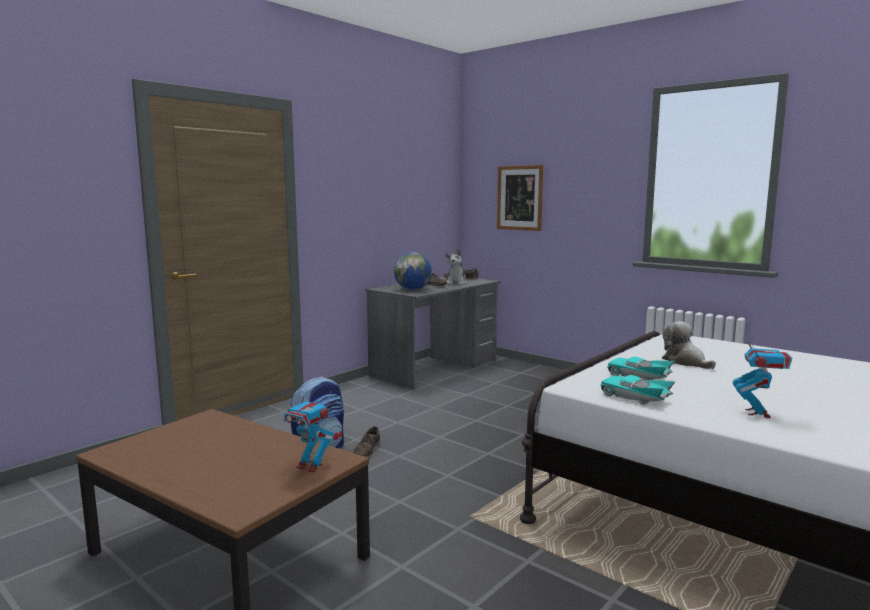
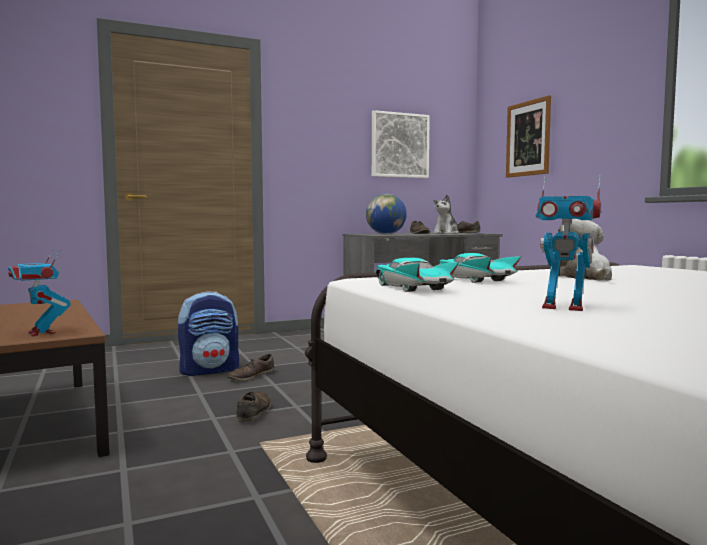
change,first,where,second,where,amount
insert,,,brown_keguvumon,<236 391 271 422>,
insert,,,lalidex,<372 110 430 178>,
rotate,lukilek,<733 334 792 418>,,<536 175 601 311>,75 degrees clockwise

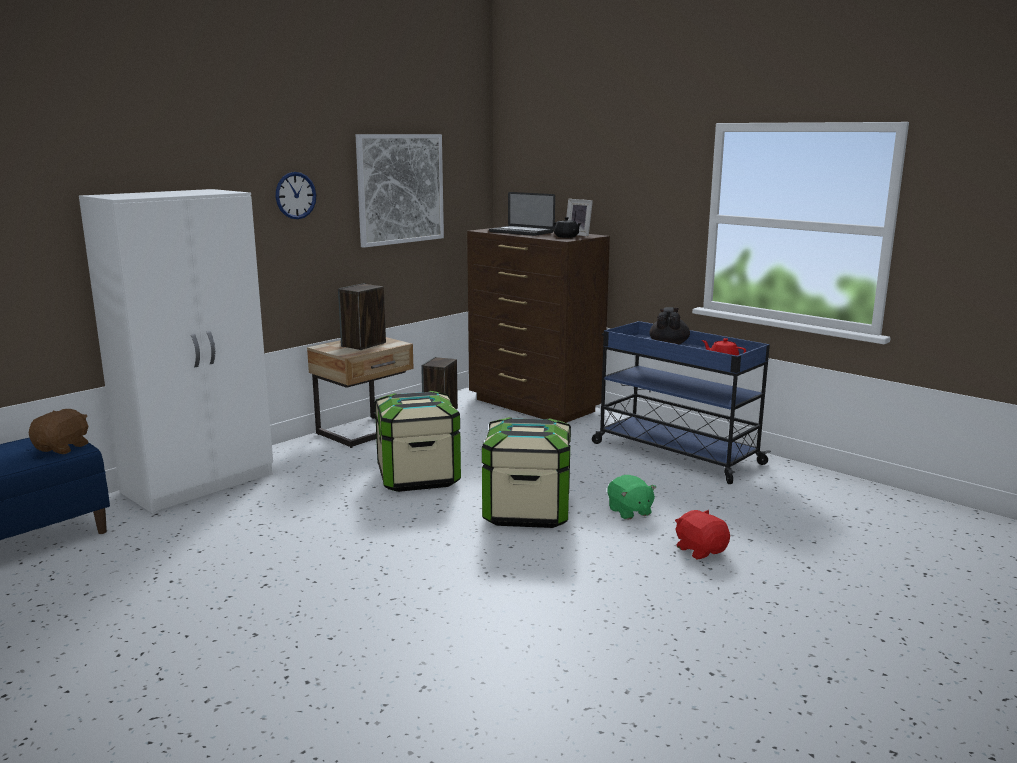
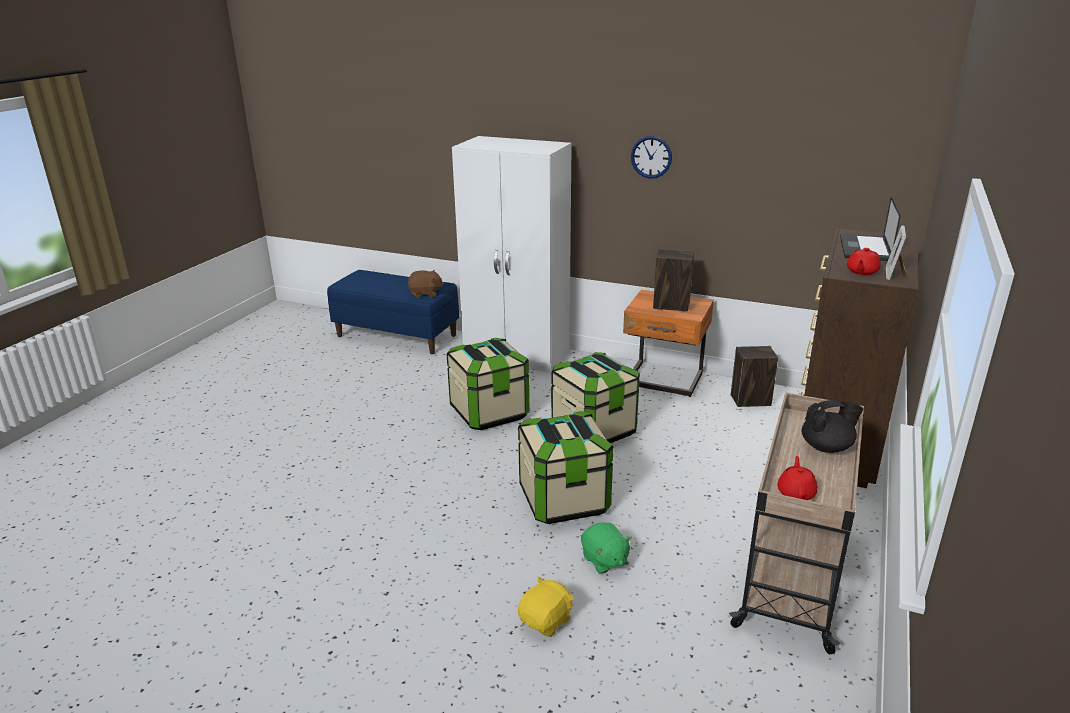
change,first,where,second,where,amount
insert,,,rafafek,<447 338 529 430>,
recolor,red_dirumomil,<675 510 730 559>,yellow_dirumomil,<518 577 574 637>,
rotate,green_dirumomil,<607 475 656 520>,,<581 522 632 574>,75 degrees counterclockwise
recolor,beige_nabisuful,<307 337 413 448>,orange_nabisuful,<623 290 714 397>,
recolor,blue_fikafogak,<592 321 771 484>,beige_fikafogak,<729 392 864 654>,
recolor,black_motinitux,<553 217 582 238>,red_motinitux,<847 248 881 275>,
delete,lalidex,<356 134 444 248>,,,

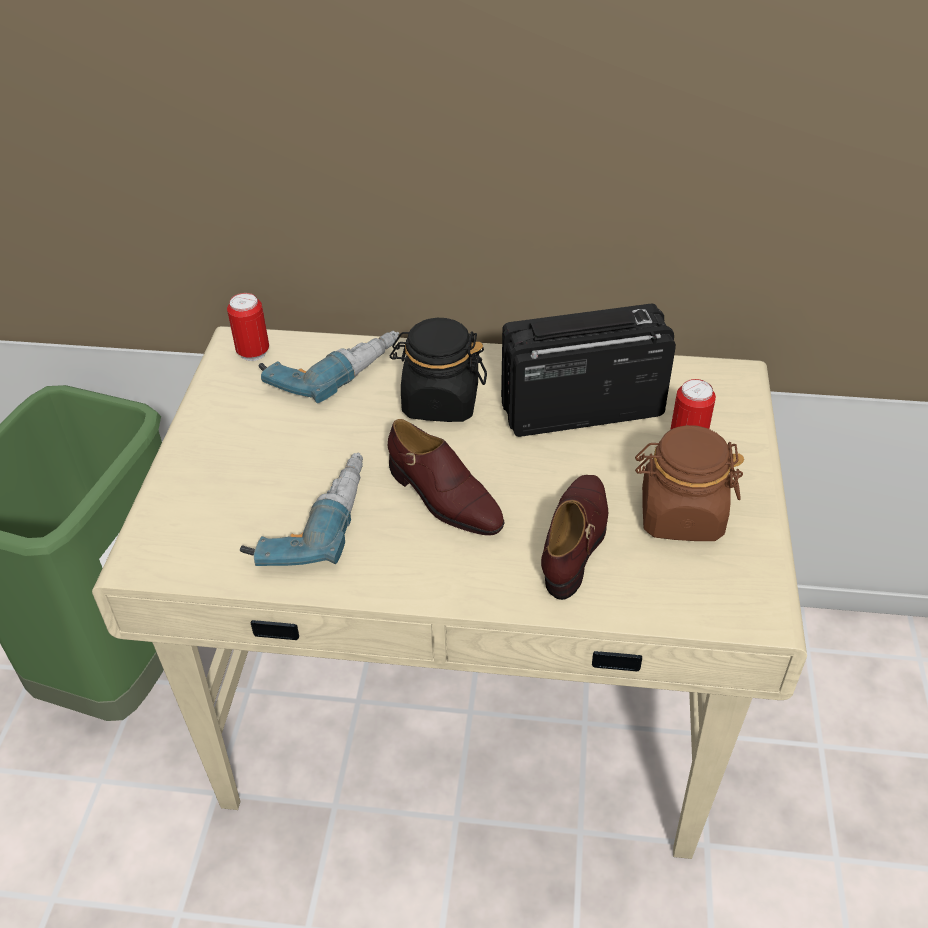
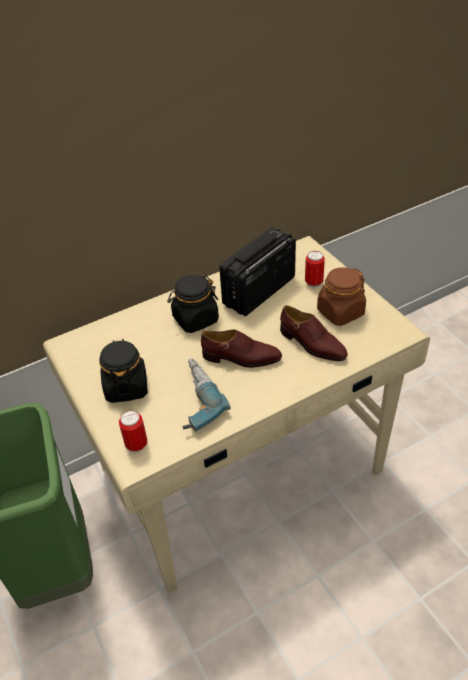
change,first,where,second,where,amount
insert,,,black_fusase,<99 339 148 403>,
move,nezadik,<227 293 269 361>,,<119 410 147 452>,
rotate,brown_keguvumon,<541 475 608 600>,,<280 305 348 361>,150 degrees clockwise
delete,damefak,<259 331 399 403>,,,

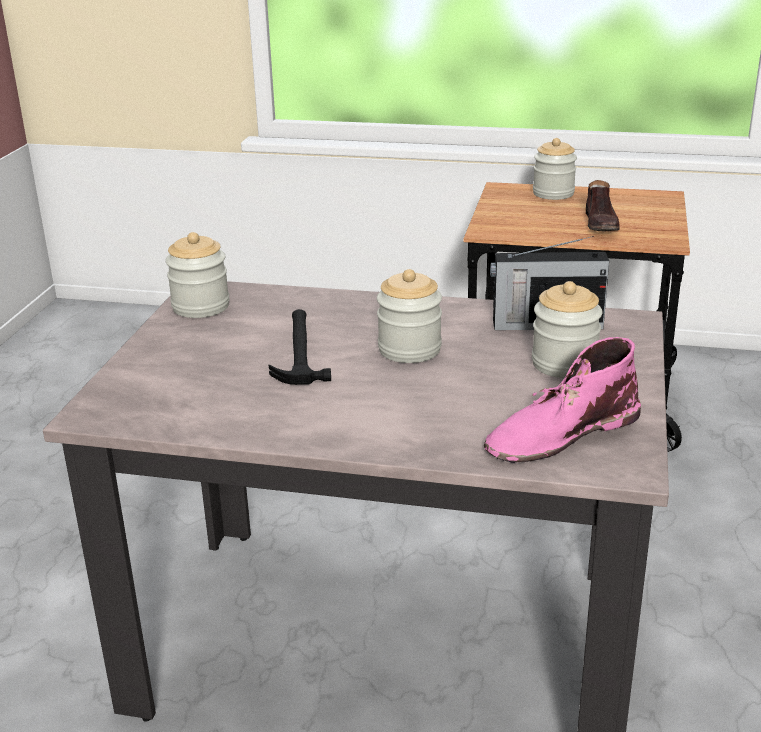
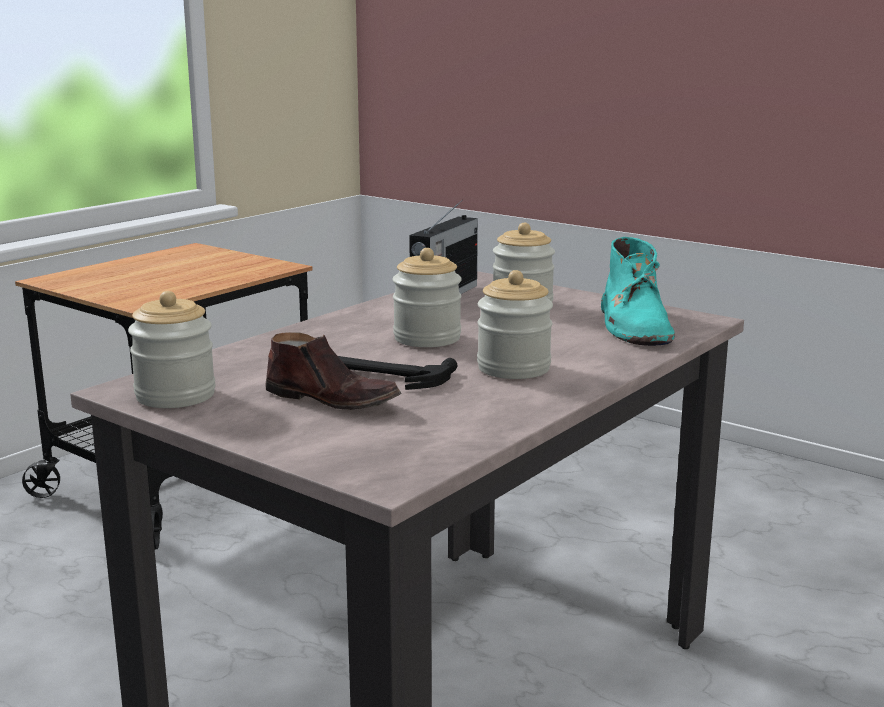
change,first,where,second,where,amount
move,brown_keguvumon,<586 180 619 231>,,<266 332 401 410>,
move,fusase,<533 138 577 200>,,<477 270 553 379>,
recolor,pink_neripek,<484 337 641 463>,turquoise_neripek,<601 237 675 346>,

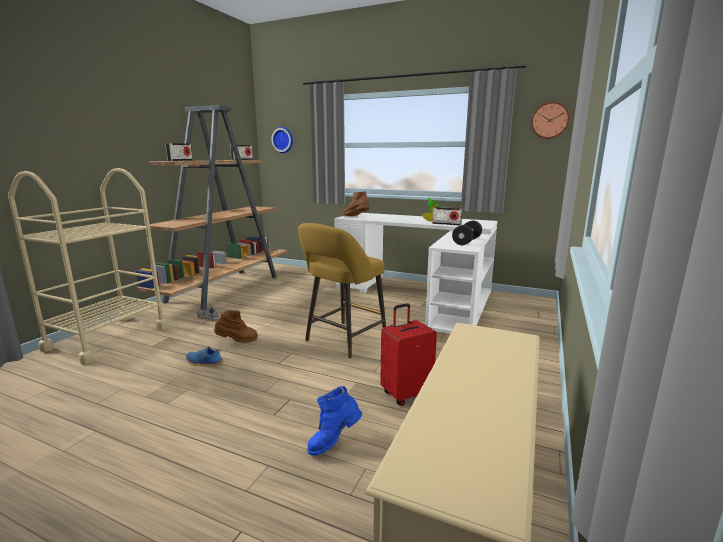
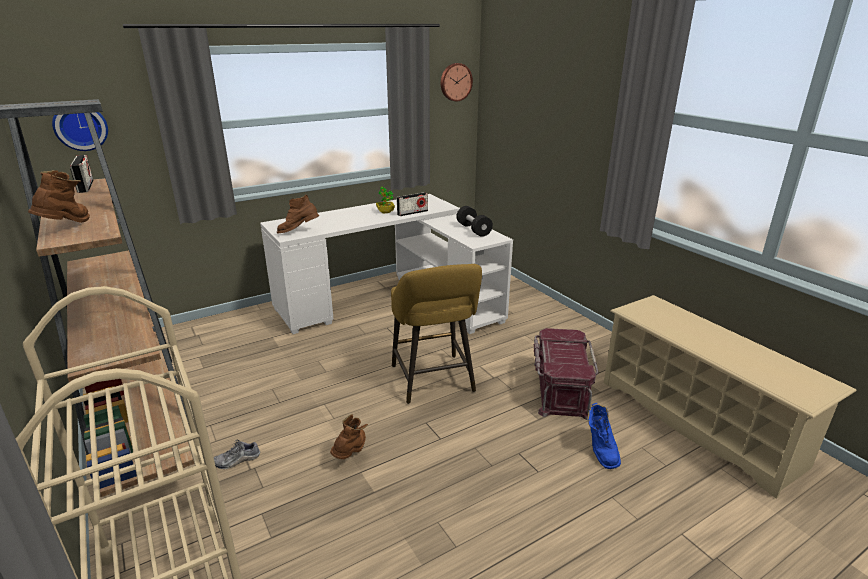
change,first,where,second,where,amount
replace,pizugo,<165 143 193 161>,brown_neripek,<28 170 90 223>,
replace,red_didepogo,<380 303 437 406>,red_rafafek,<534 328 599 420>,
delete,blue_keguvumon,<186 346 223 366>,,,

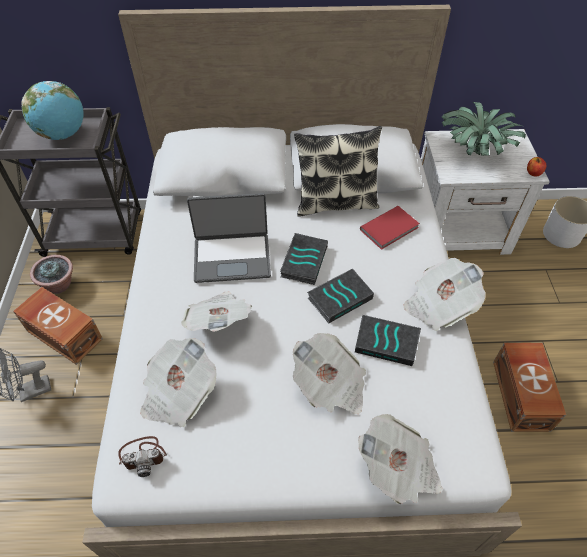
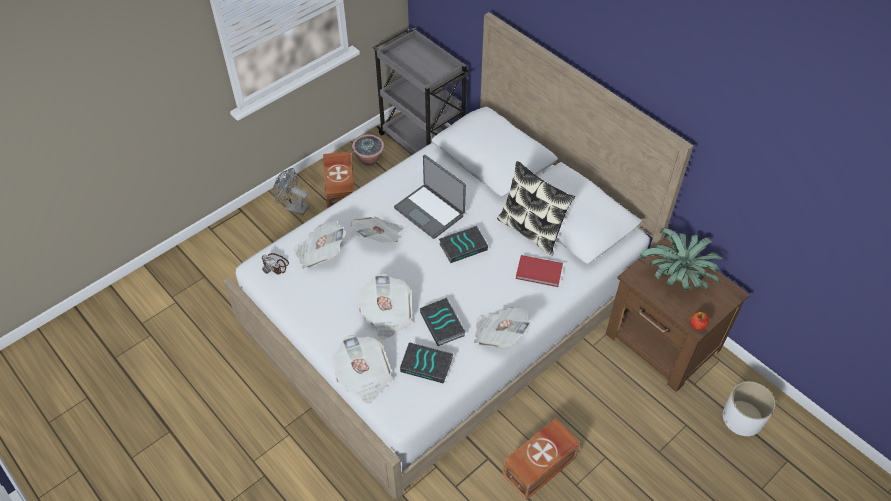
change,first,where,second,where,amount
move,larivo,<307 268 374 323>,,<400 342 453 384>,
recolor,white_nabisuful,<421 129 549 255>,brown_nabisuful,<606 237 750 392>,
delete,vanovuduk,<21 81 84 140>,,,

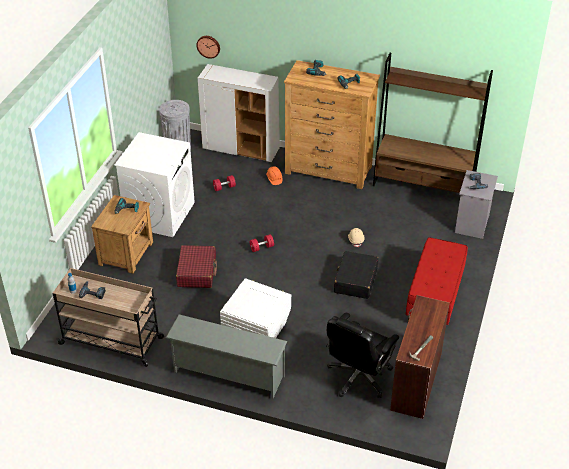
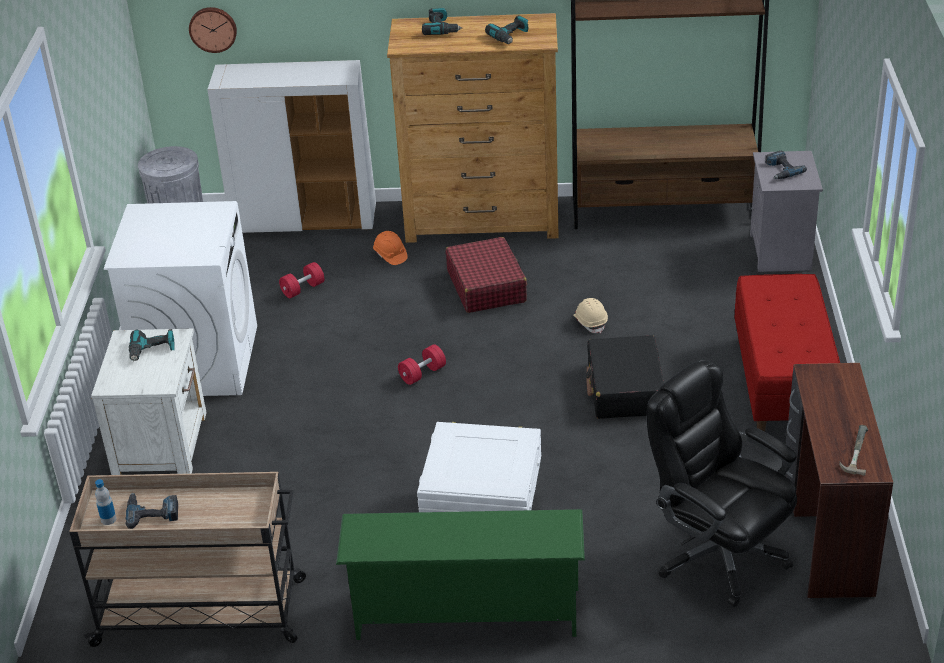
change,first,where,second,where,amount
recolor,brown_nabisuful,<91 195 153 274>,white_nabisuful,<91 328 207 475>,
recolor,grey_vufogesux,<166 314 287 399>,green_vufogesux,<336 509 585 640>,
move,red_didepogo,<176 245 217 288>,,<445 237 527 313>,
rotate,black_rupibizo,<326 313 399 398>,,<647 360 797 607>,120 degrees clockwise

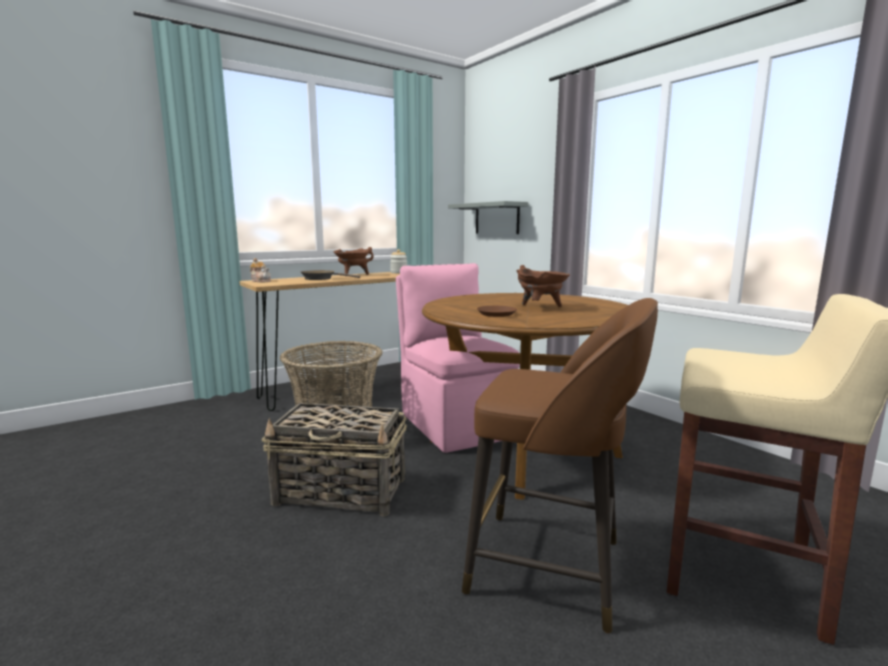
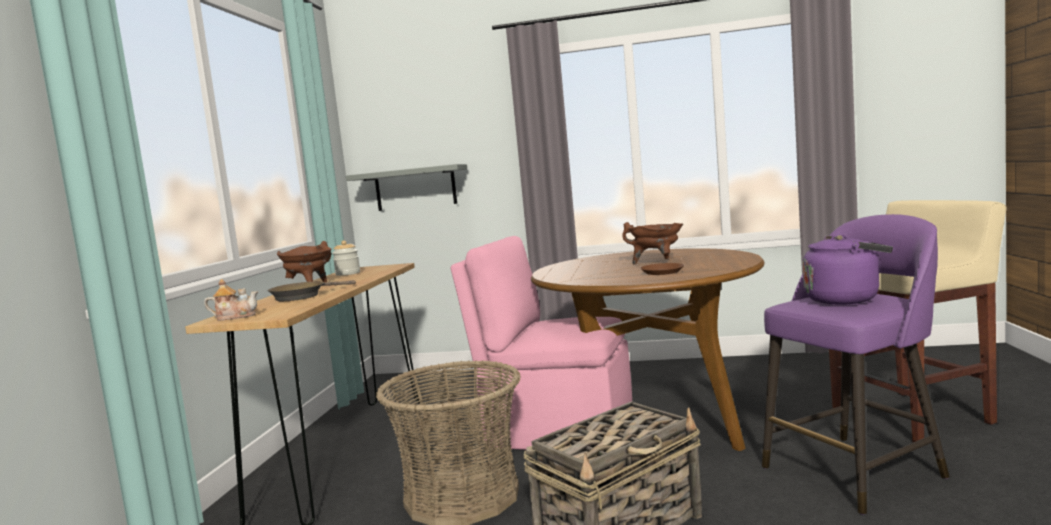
change,first,where,second,where,amount
recolor,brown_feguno,<462 298 658 633>,purple_feguno,<762 214 950 515>,
insert,,,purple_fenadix,<803 234 893 305>,

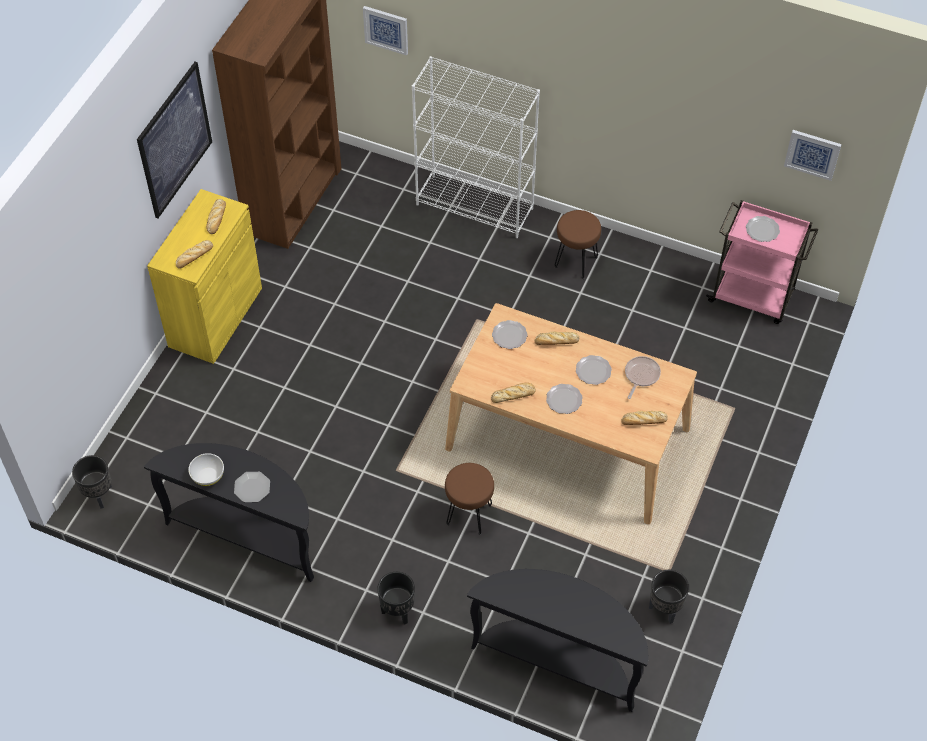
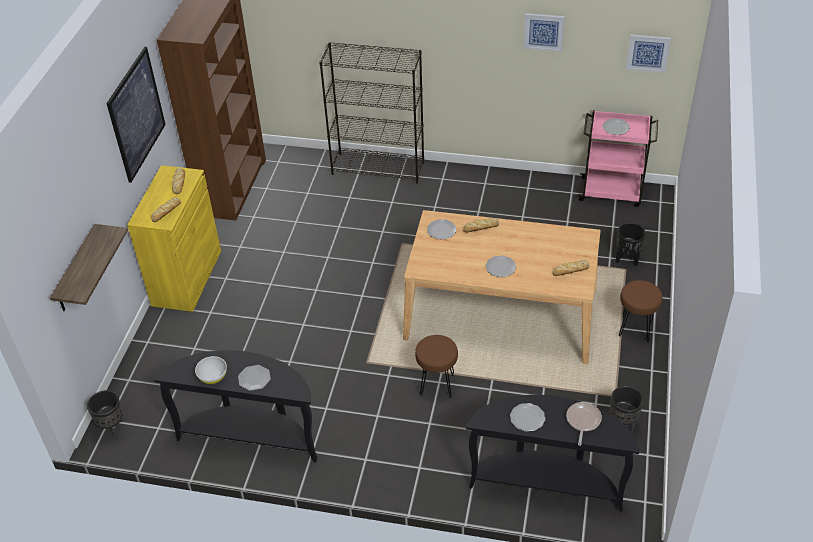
change,first,where,second,where,amount
insert,,,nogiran,<50 224 128 311>,
recolor,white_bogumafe,<412 56 540 238>,black_bogumafe,<319 42 424 184>,
move,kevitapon,<576 355 612 385>,,<510 403 546 432>,
move,lalidex,<363 6 408 56>,,<523 13 565 52>,
move,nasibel,<625 356 661 399>,,<566 402 602 446>,
move,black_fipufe,<377 572 415 625>,,<616 223 646 266>,
move,brown_feguno,<555 210 601 279>,,<619 280 662 343>,
delete,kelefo,<491 383 536 403>,,,

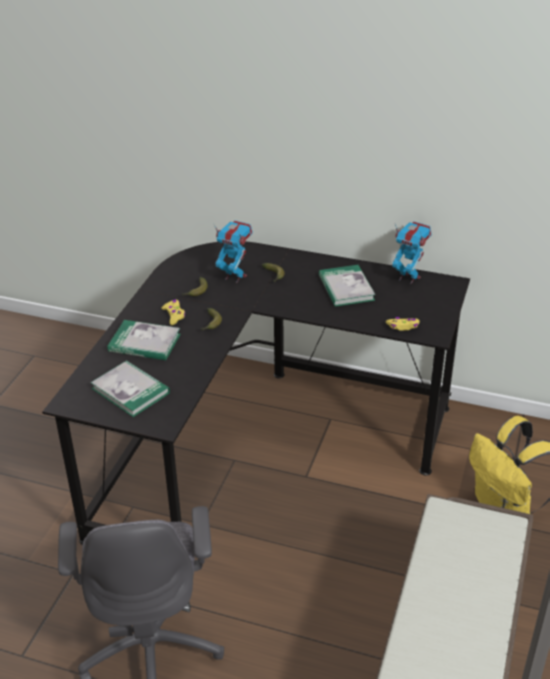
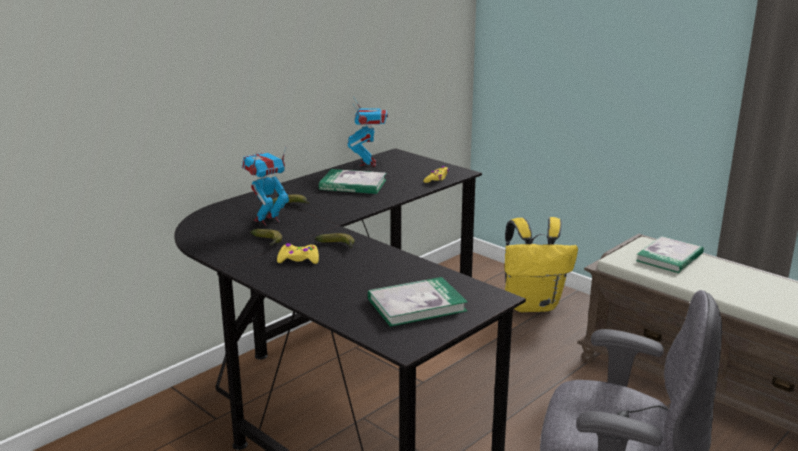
change,first,where,second,where,amount
rotate,lukilek,<392 221 432 284>,,<348 98 388 167>,120 degrees clockwise
move,larivo,<108 320 181 360>,,<636 236 704 273>,

